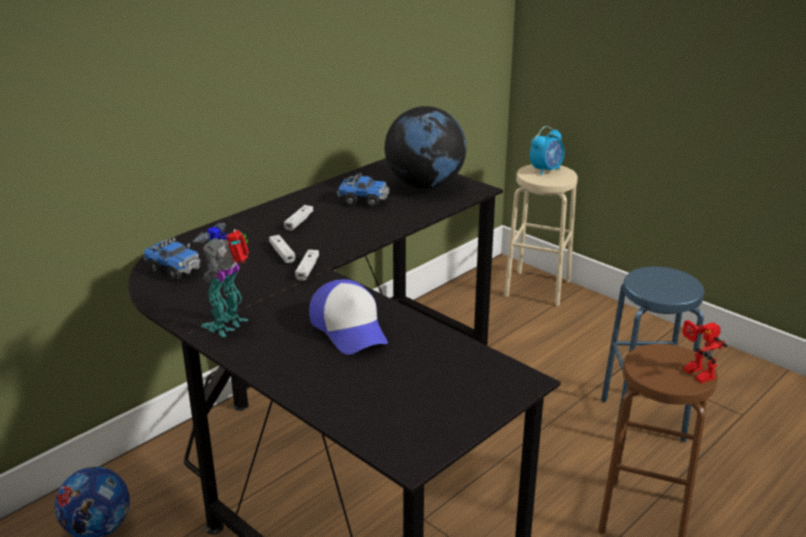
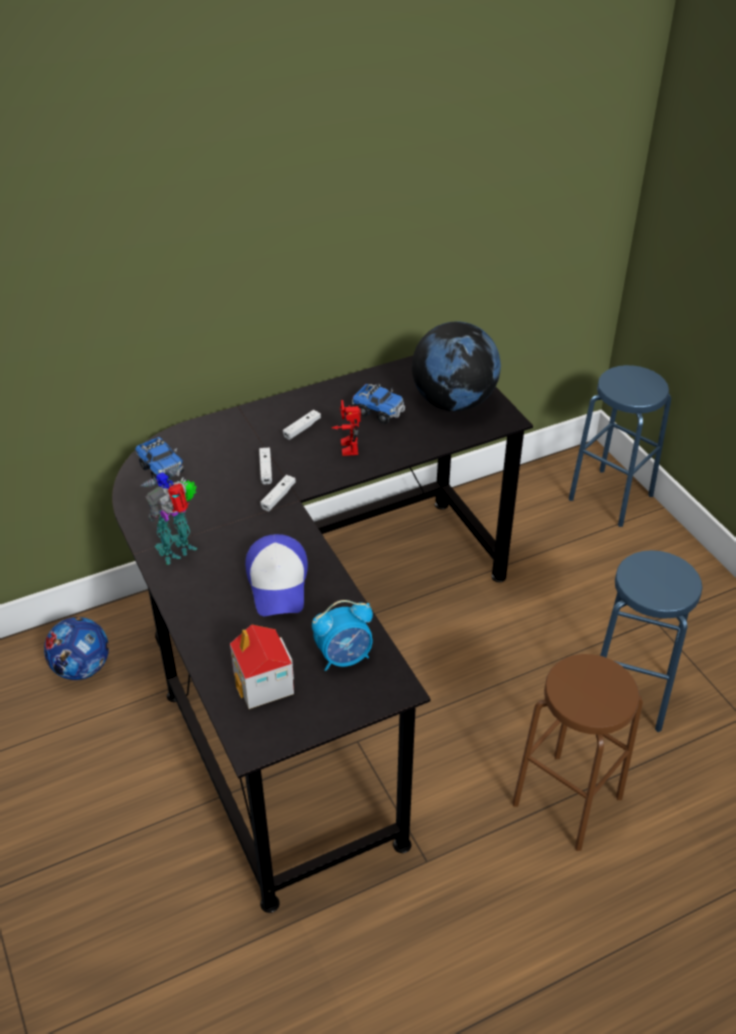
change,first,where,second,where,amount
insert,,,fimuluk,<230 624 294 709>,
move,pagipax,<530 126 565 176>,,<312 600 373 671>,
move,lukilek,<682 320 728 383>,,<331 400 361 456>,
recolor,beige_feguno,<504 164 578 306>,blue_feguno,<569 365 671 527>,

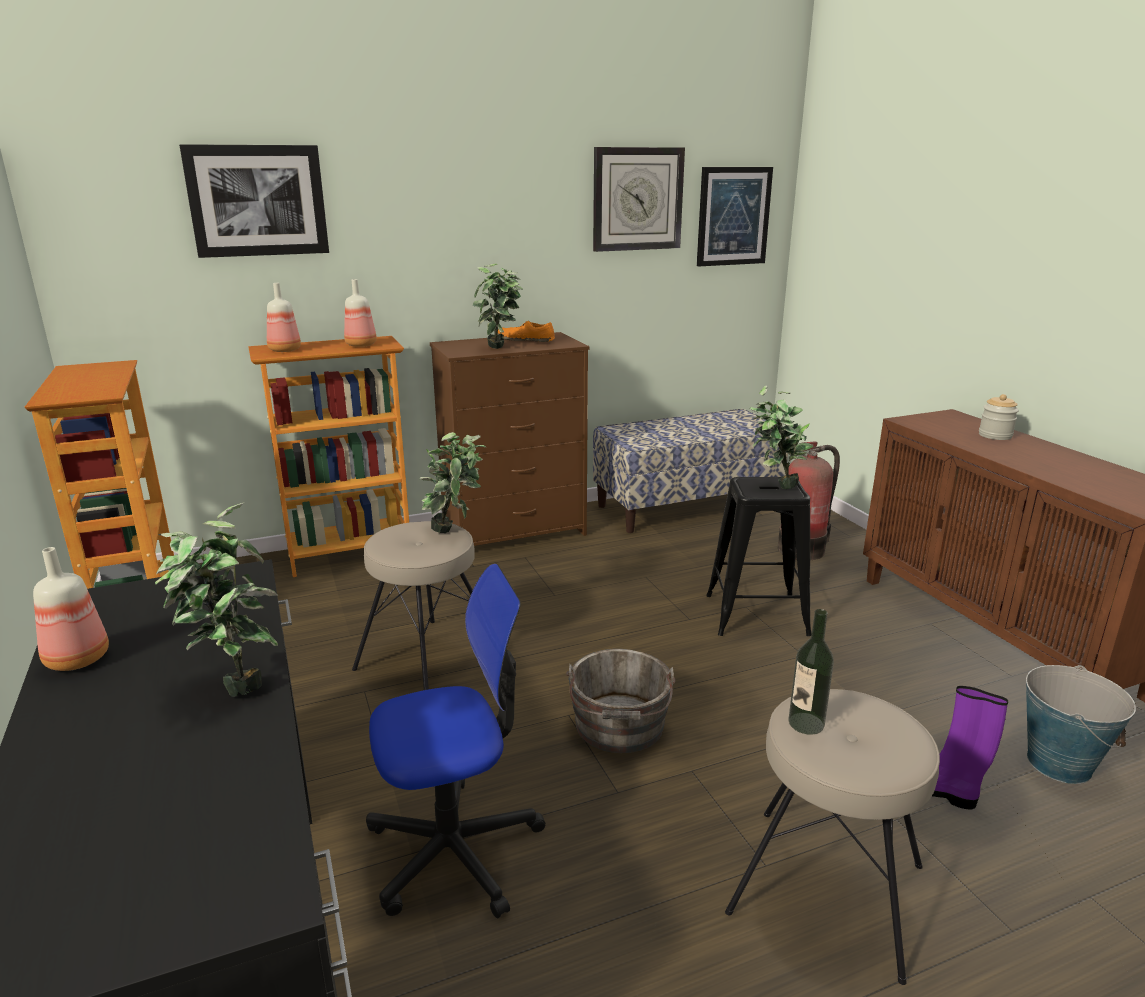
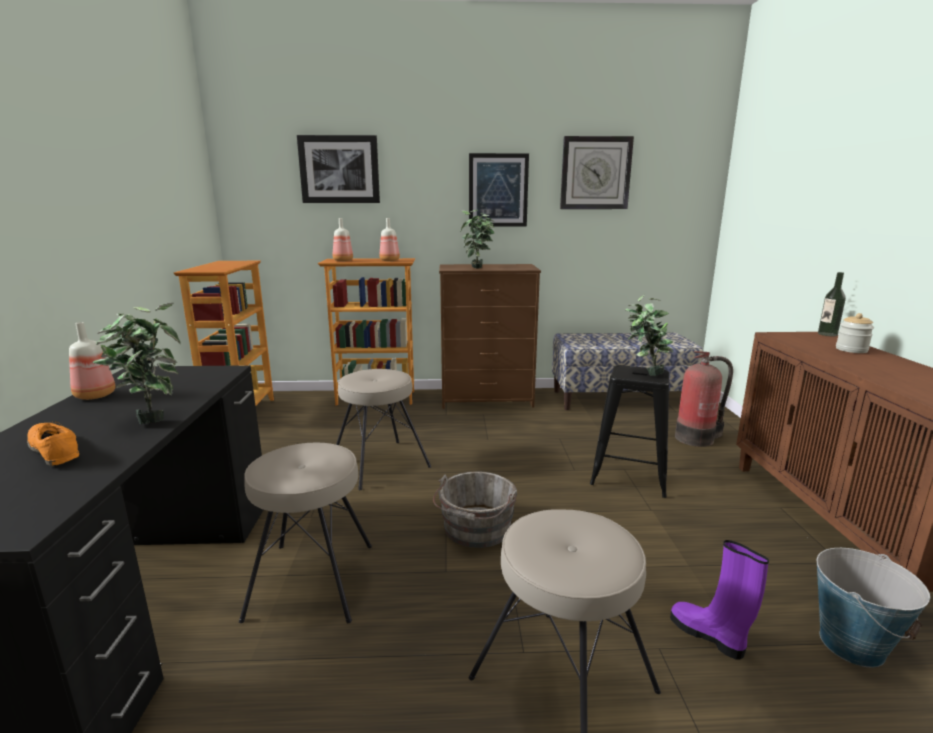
change,first,where,second,where,amount
move,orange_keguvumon,<498 321 555 342>,,<27 421 79 466>,
replace,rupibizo,<366 564 546 918>,beige_feguno,<239 443 372 623>,
move,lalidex,<697 167 773 266>,,<469 153 529 227>,
move,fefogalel,<788 609 834 735>,,<818 272 846 336>,
delete,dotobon,<420 432 486 533>,,,

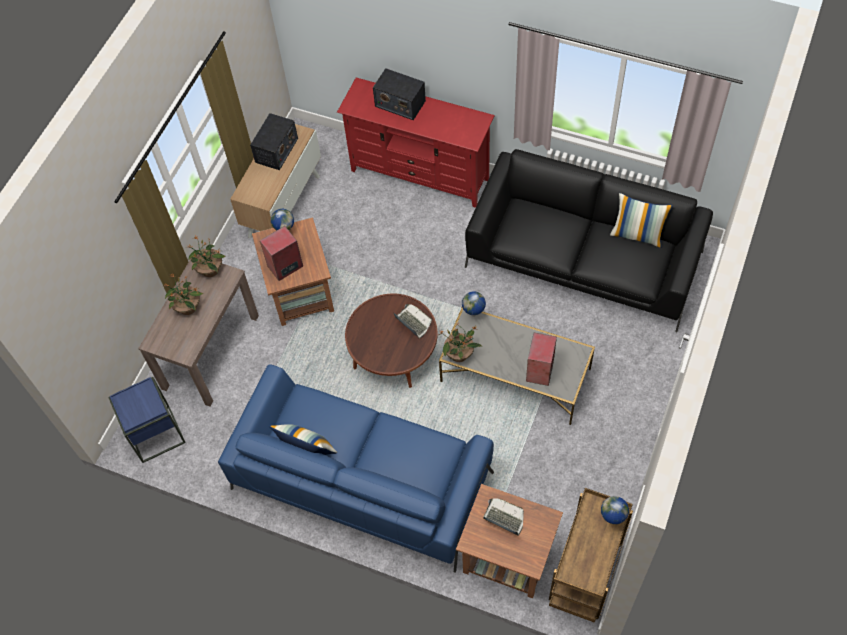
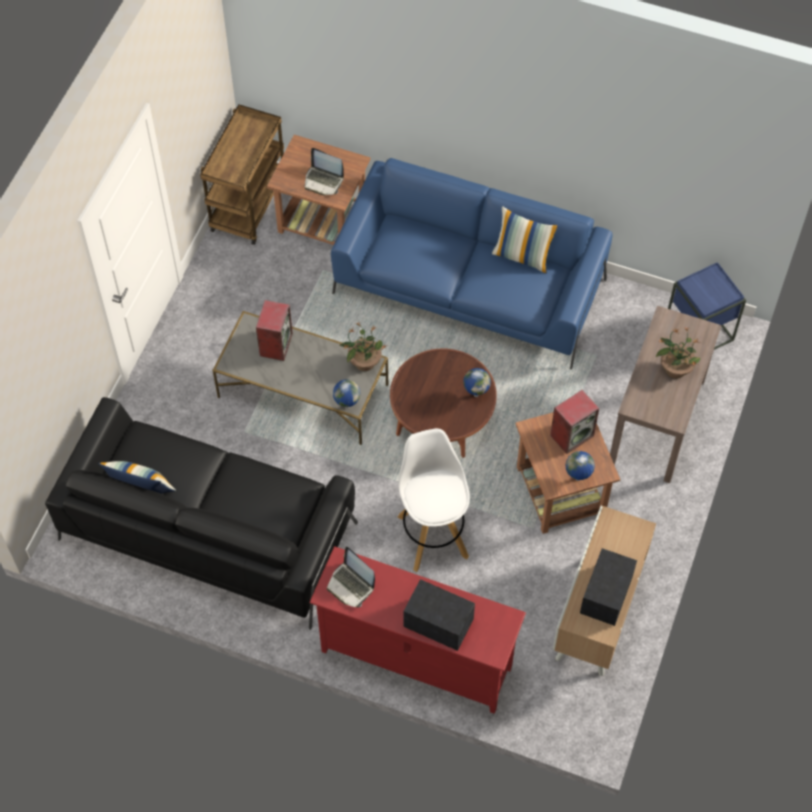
change,first,where,second,where,amount
move,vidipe,<394 304 432 338>,,<327 547 375 607>,
insert,,,white_feguno,<398 428 470 572>,
move,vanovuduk,<601 496 629 524>,,<463 368 491 397>,
delete,dotobon,<186 236 226 277>,,,

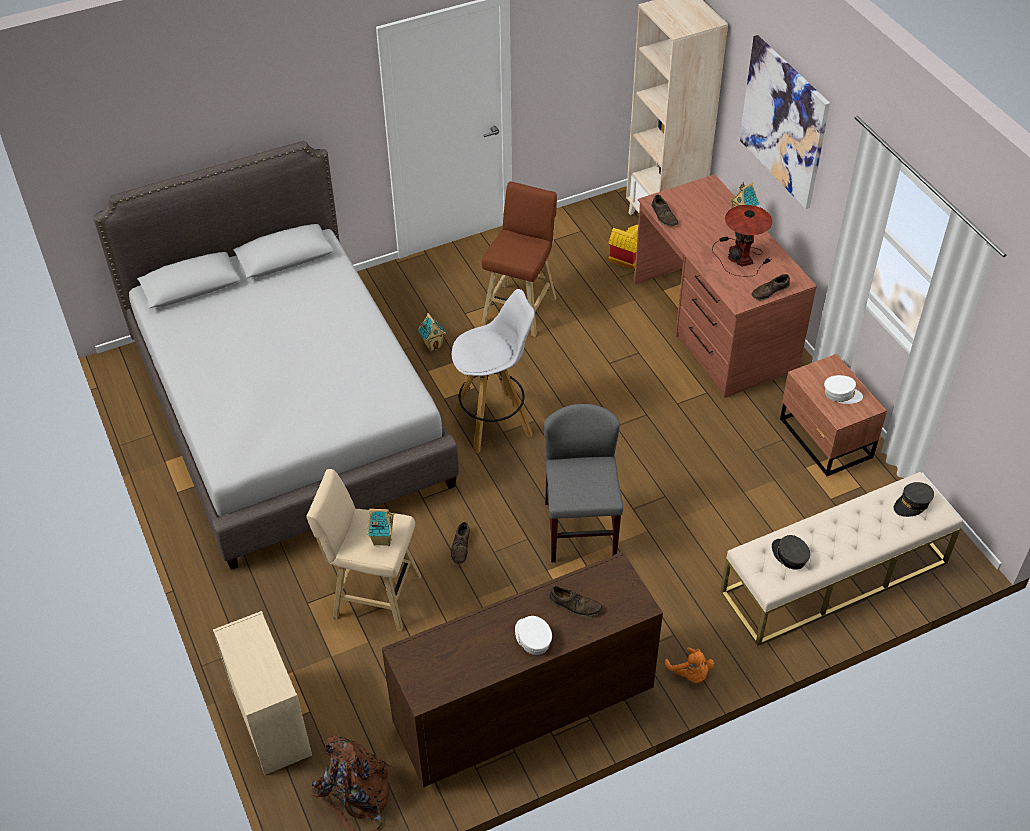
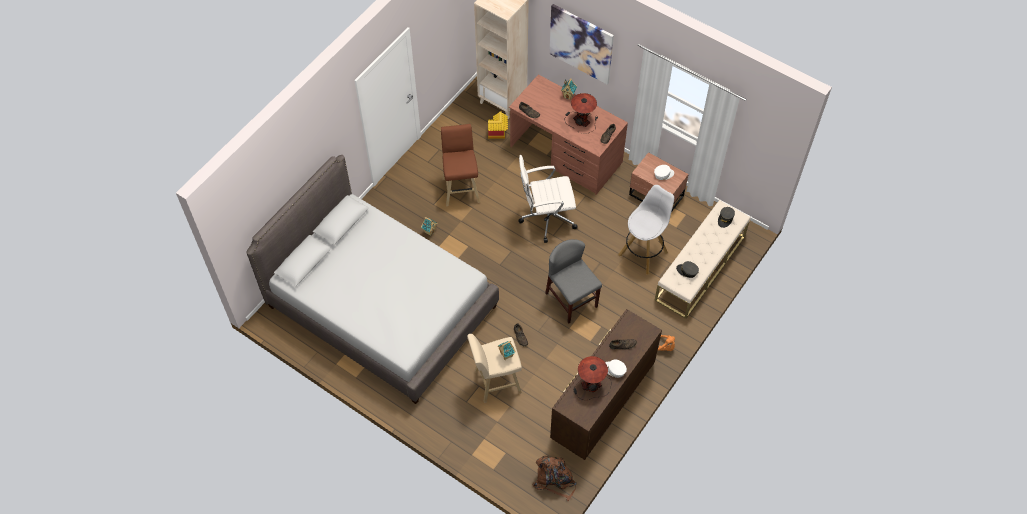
change,first,where,second,where,amount
insert,,,white_rupibizo,<518 155 578 243>,
insert,,,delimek,<574 356 611 400>,
move,white_feguno,<452 289 535 454>,,<618 185 674 275>,
delete,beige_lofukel,<213 611 312 775>,,,

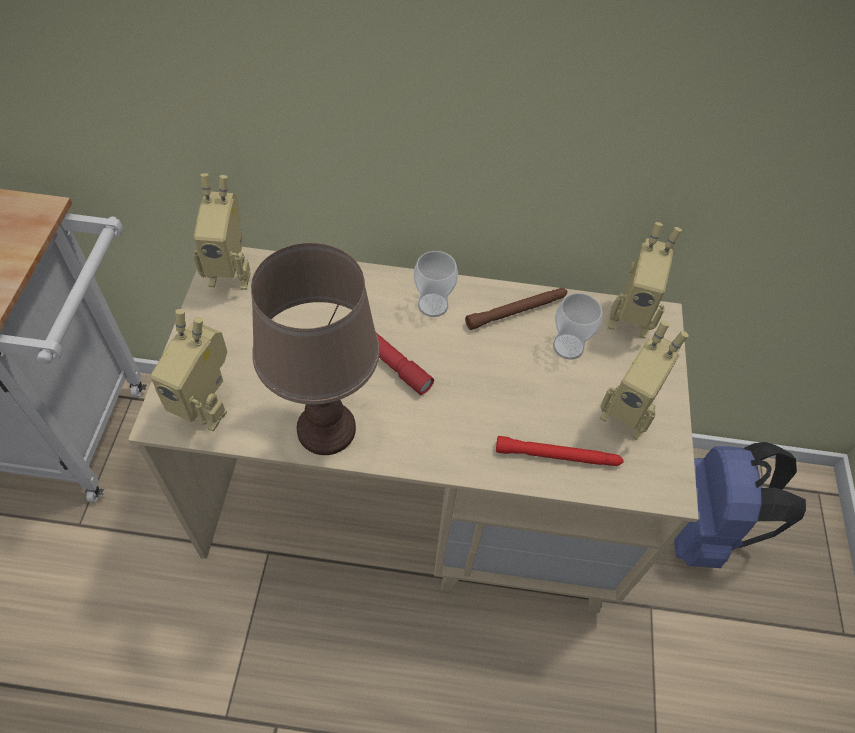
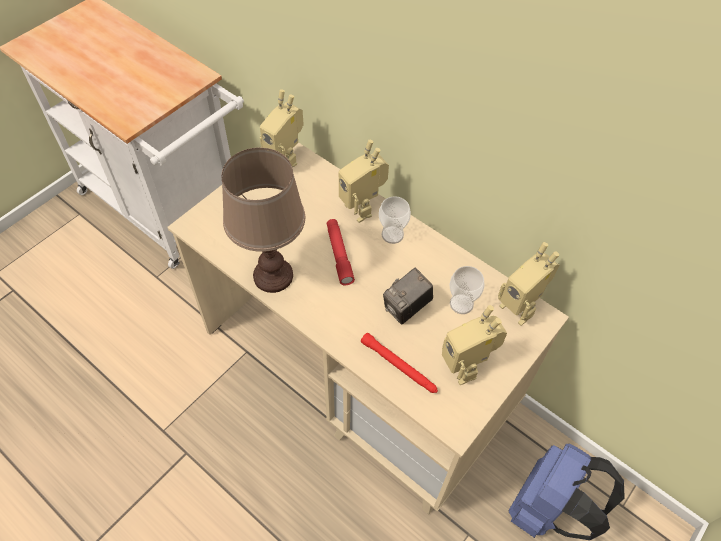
change,first,where,second,where,amount
move,lukilek,<150 309 227 431>,,<339 140 389 223>,
insert,,,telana,<383 268 433 325>,
delete,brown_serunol,<465 288 568 330>,,,

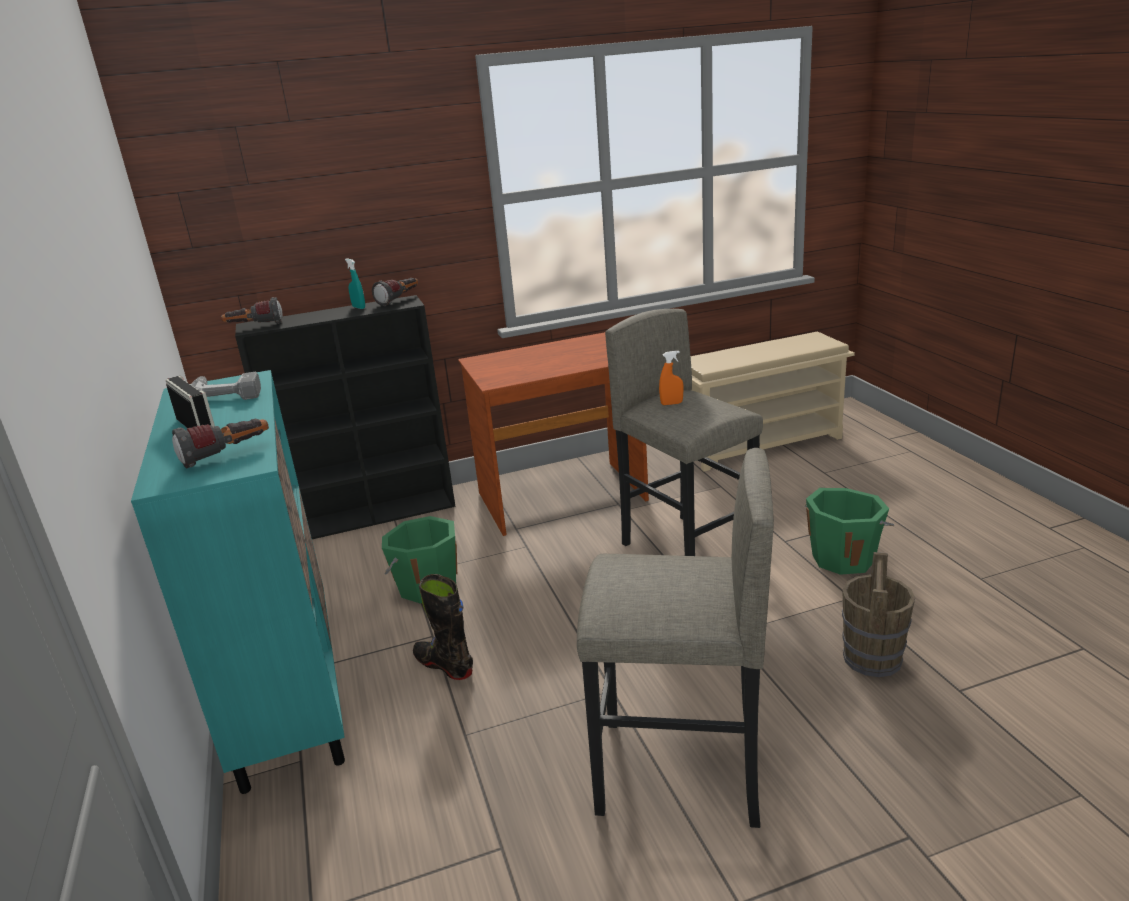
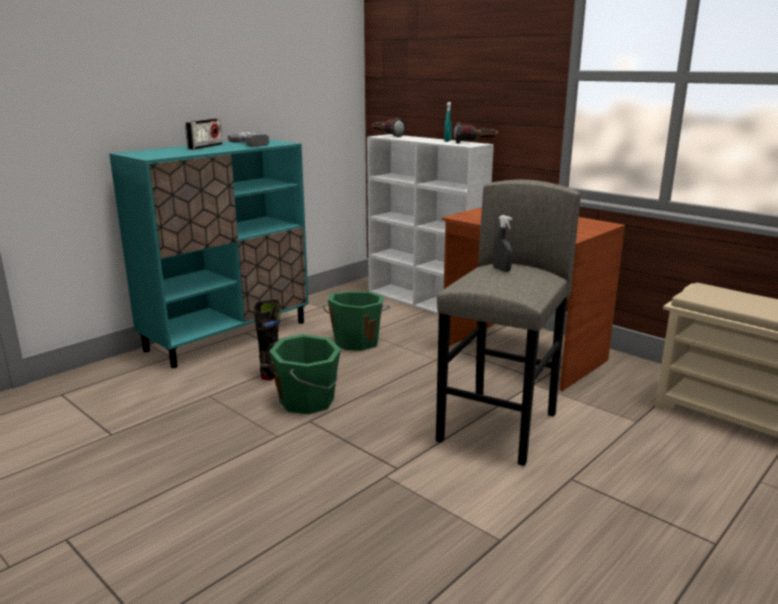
change,first,where,second,where,amount
move,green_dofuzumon,<805 488 894 575>,,<269 334 341 414>,
recolor,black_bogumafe,<235 295 456 539>,white_bogumafe,<367 134 494 314>,
recolor,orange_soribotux,<659 351 684 405>,grey_soribotux,<493 215 513 272>,
delete,serunol,<172 419 269 468>,,,
delete,grey_feguno,<577 448 774 828>,,,
delete,brown_dofuzumon,<842 552 915 677>,,,

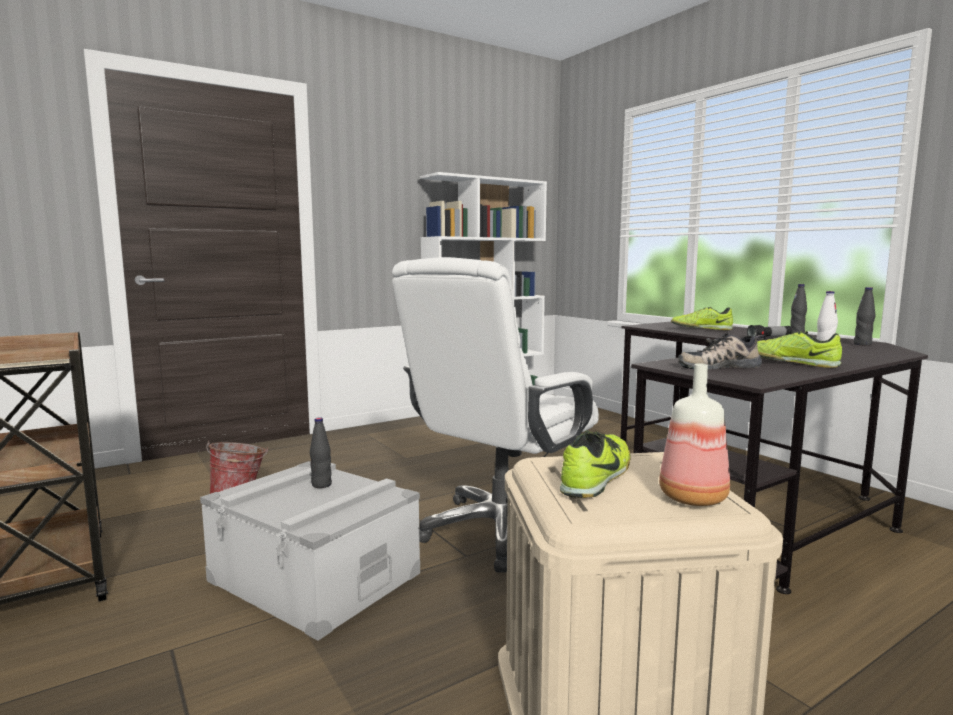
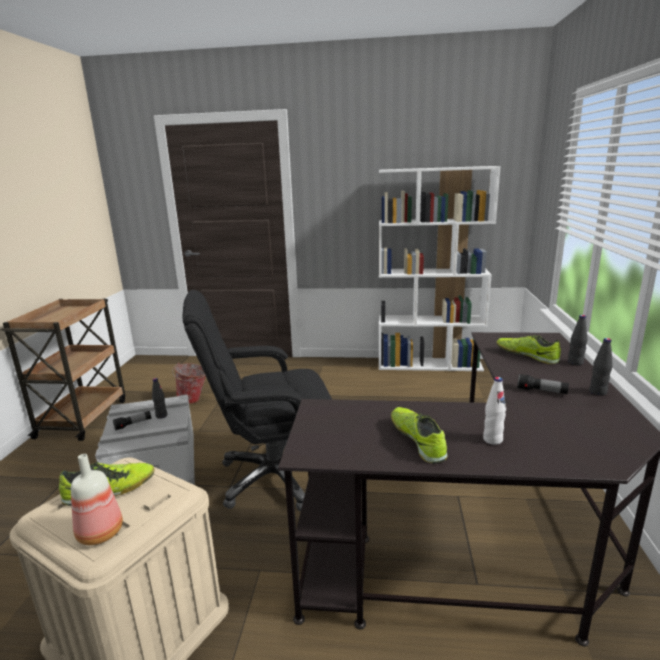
change,first,where,second,where,amount
insert,,,serunol,<113 411 151 431>,
recolor,white_rupibizo,<392 257 599 572>,black_rupibizo,<183 290 332 511>,
move,black_fefogalel,<854 287 875 346>,,<568 315 587 366>,
delete,keguvumon,<678 332 766 370>,,,

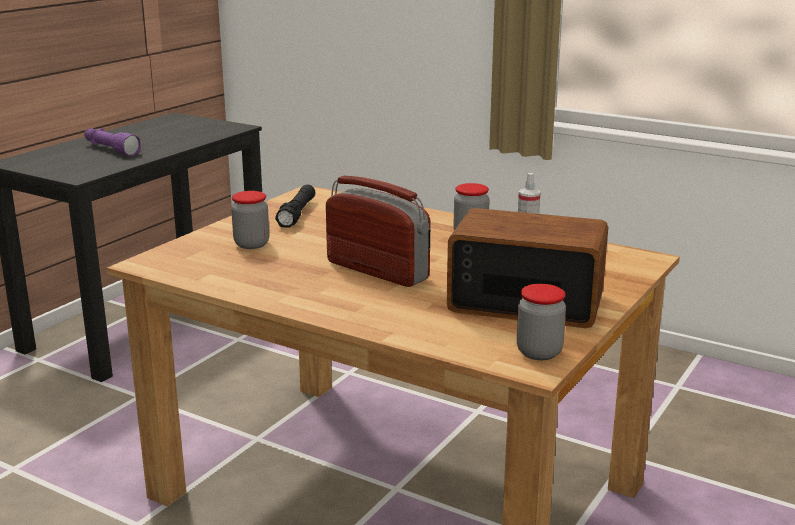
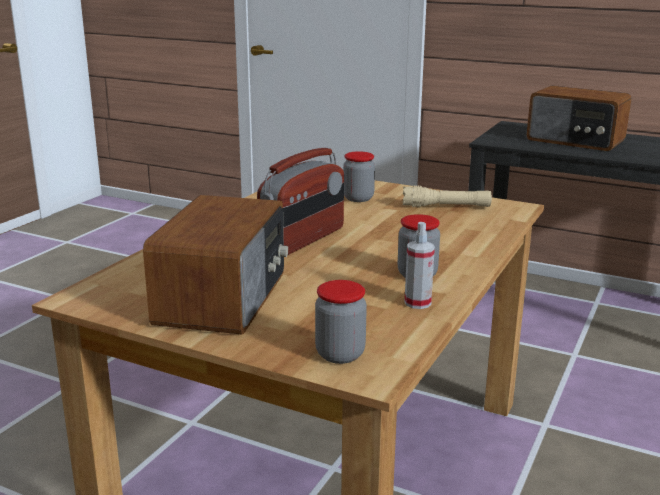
change,first,where,second,where,amount
move,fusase,<517 284 566 360>,,<315 280 367 364>,
recolor,black_serunol,<275 184 315 228>,beige_serunol,<403 185 492 207>,
replace,purple_serunol,<84 128 141 156>,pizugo,<527 86 632 151>,

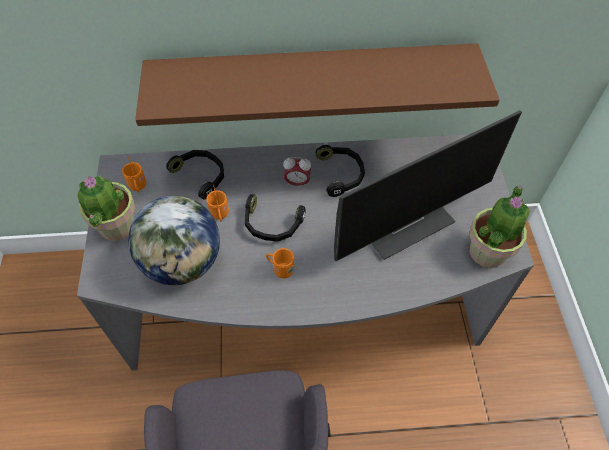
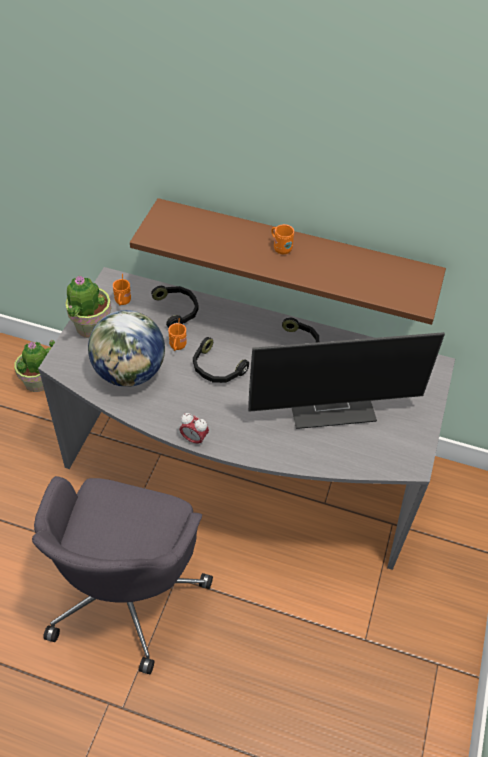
change,first,where,second,where,amount
move,dotobon,<469 185 530 268>,,<14 340 55 392>,
move,pagipax,<283 157 311 187>,,<180 413 209 447>,
move,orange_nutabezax,<266 248 295 278>,,<271 224 294 254>,

